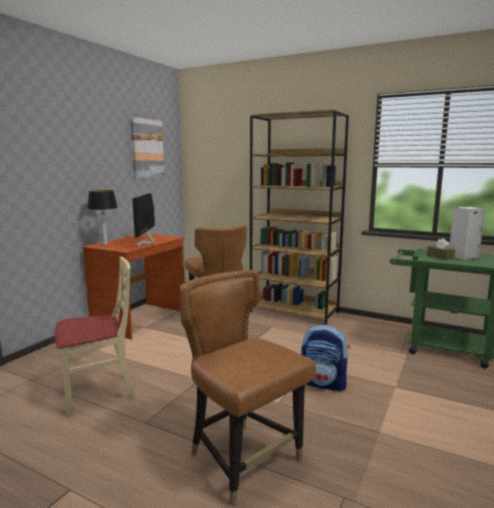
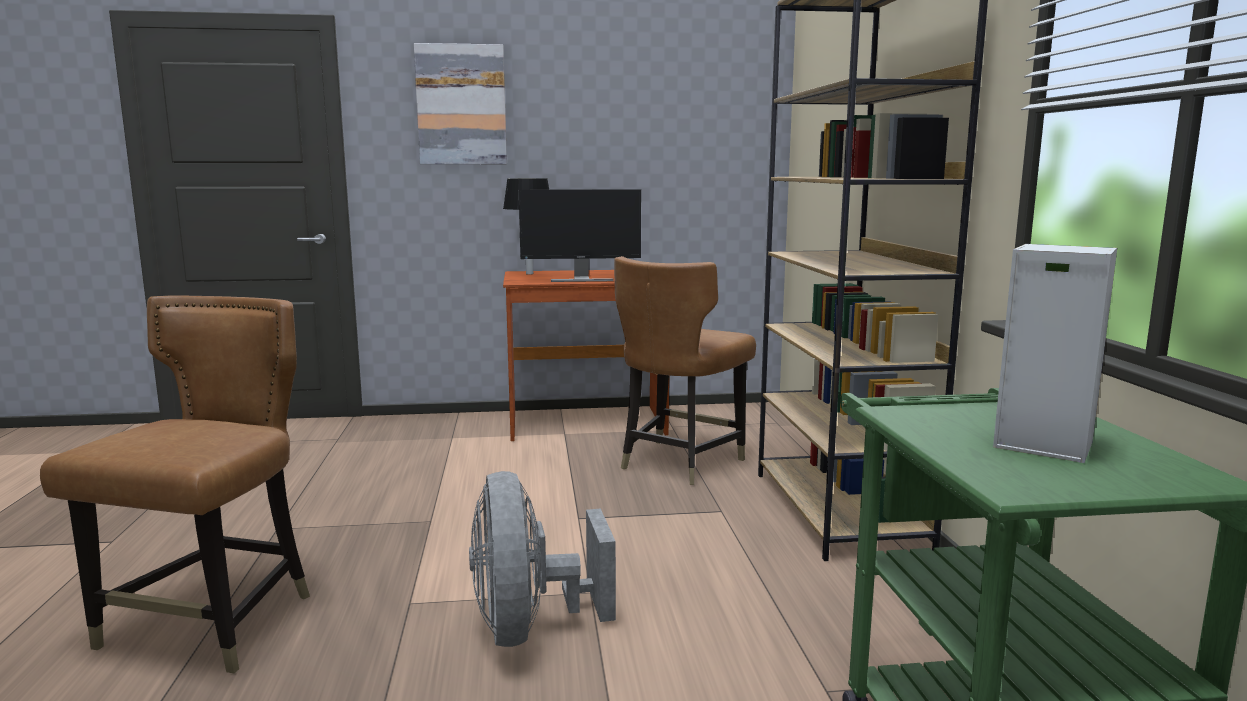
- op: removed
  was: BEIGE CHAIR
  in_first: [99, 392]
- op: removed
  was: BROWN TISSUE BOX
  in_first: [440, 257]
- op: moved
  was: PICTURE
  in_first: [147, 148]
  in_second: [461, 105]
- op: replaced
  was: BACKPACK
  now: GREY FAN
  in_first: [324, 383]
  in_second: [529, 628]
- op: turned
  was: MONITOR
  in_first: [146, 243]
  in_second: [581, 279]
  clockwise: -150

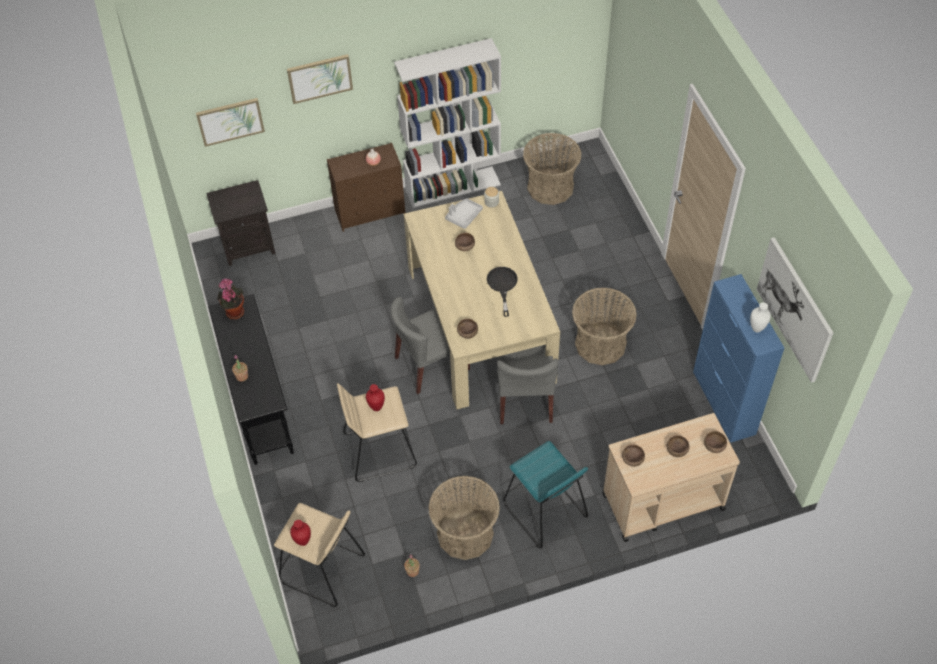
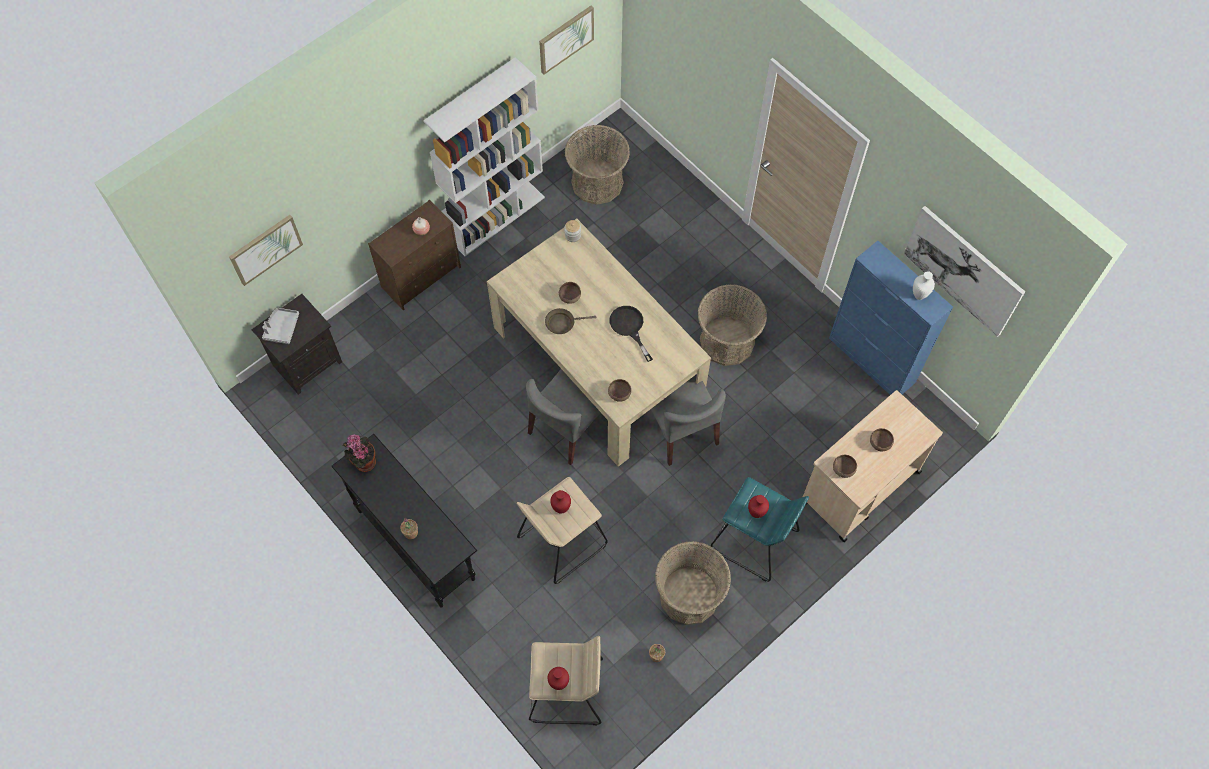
- op: removed
  was: BROWN BOWL
  in_first: [714, 446]
- op: added
  now: BROWN FRYING PAN
  in_second: [562, 323]
- op: added
  now: RED VASE
  in_second: [756, 512]
- op: moved
  was: PICTURE
  in_first: [320, 78]
  in_second: [566, 39]
- op: moved
  was: GREY TRAY
  in_first: [463, 216]
  in_second: [281, 328]

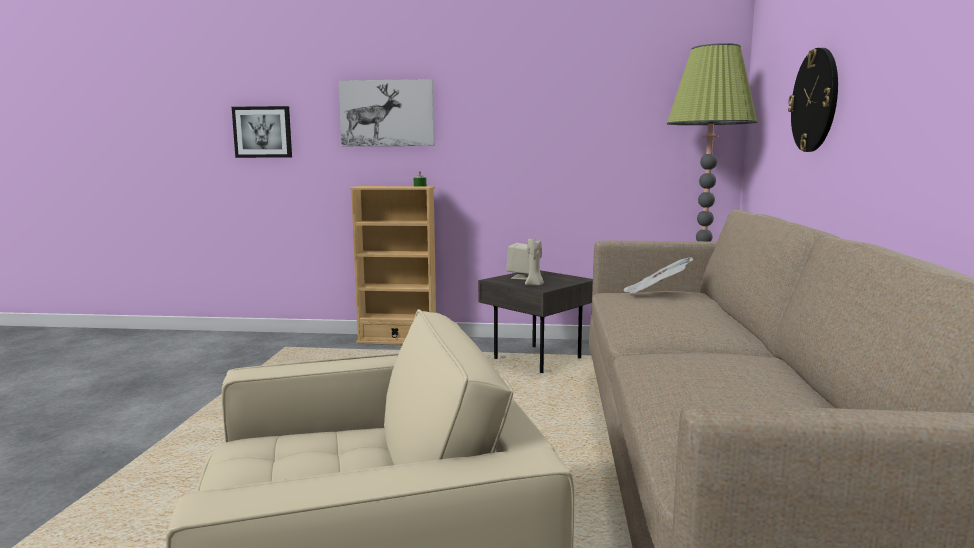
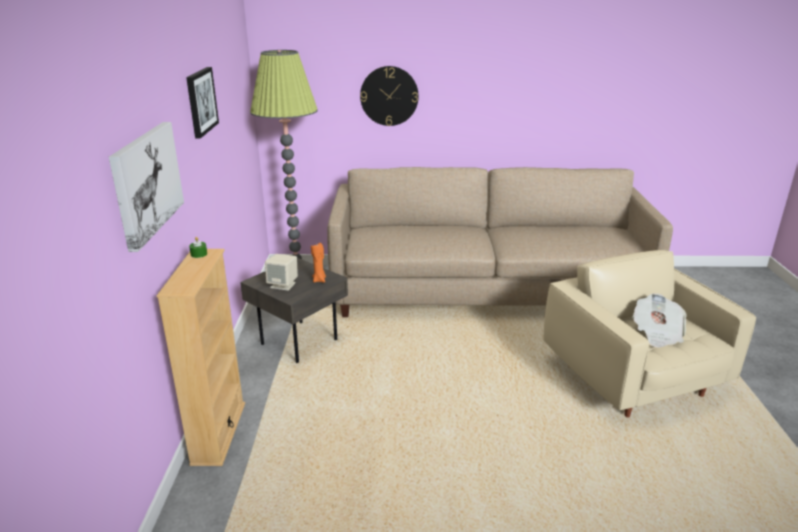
- op: moved
  was: PICTURE
  in_first: [263, 132]
  in_second: [201, 101]
- op: moved
  was: NEWSPAPER
  in_first: [655, 293]
  in_second: [657, 333]
- op: recoloured
  was: BEIGE CANDLE
  now: ORANGE CANDLE
  in_first: [534, 285]
  in_second: [319, 280]

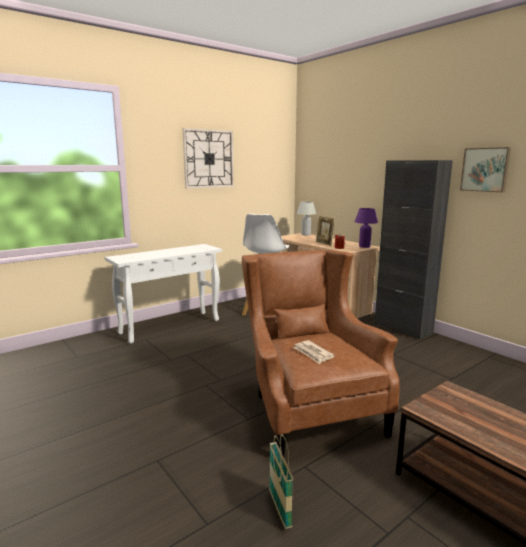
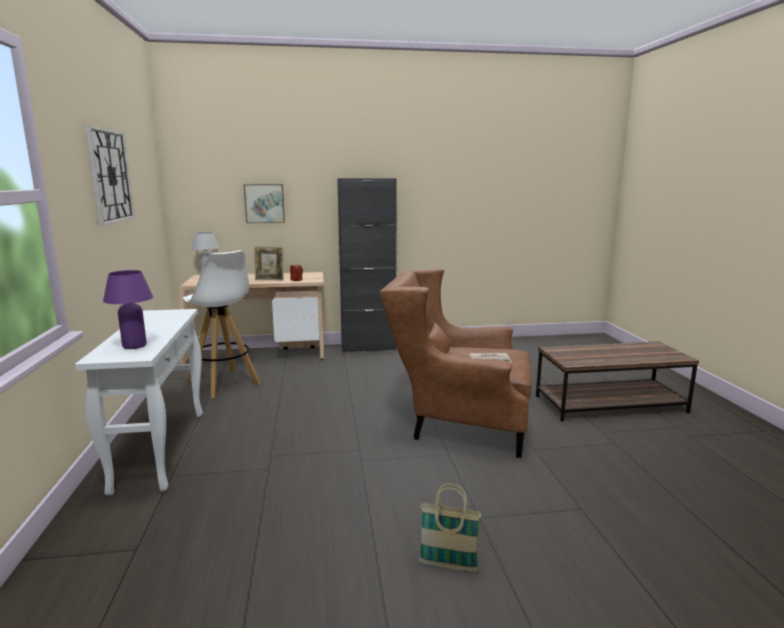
- op: moved
  was: BASKET
  in_first: [280, 509]
  in_second: [448, 565]
- op: moved
  was: PURPLE TABLE LAMP
  in_first: [364, 246]
  in_second: [134, 346]
- op: moved
  was: PICTURE
  in_first: [485, 169]
  in_second: [264, 203]

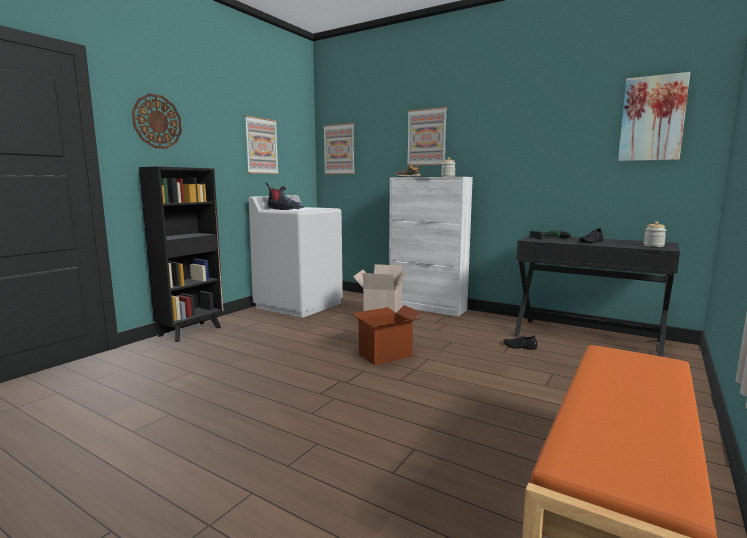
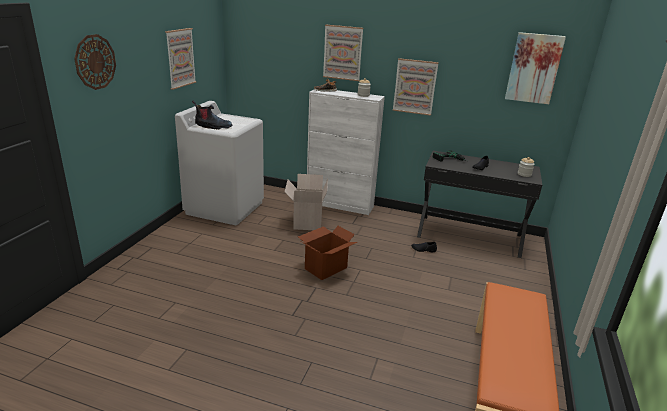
- op: removed
  was: BLACK BOOKCASE
  in_first: [191, 331]
- op: moved
  was: PICTURE
  in_first: [339, 149]
  in_second: [415, 86]

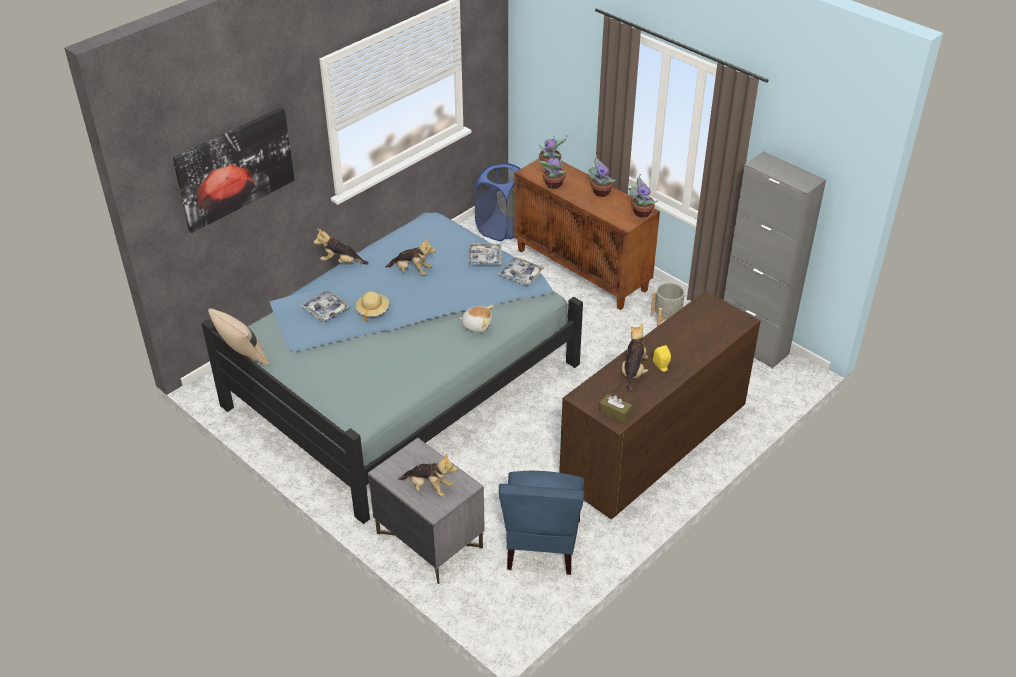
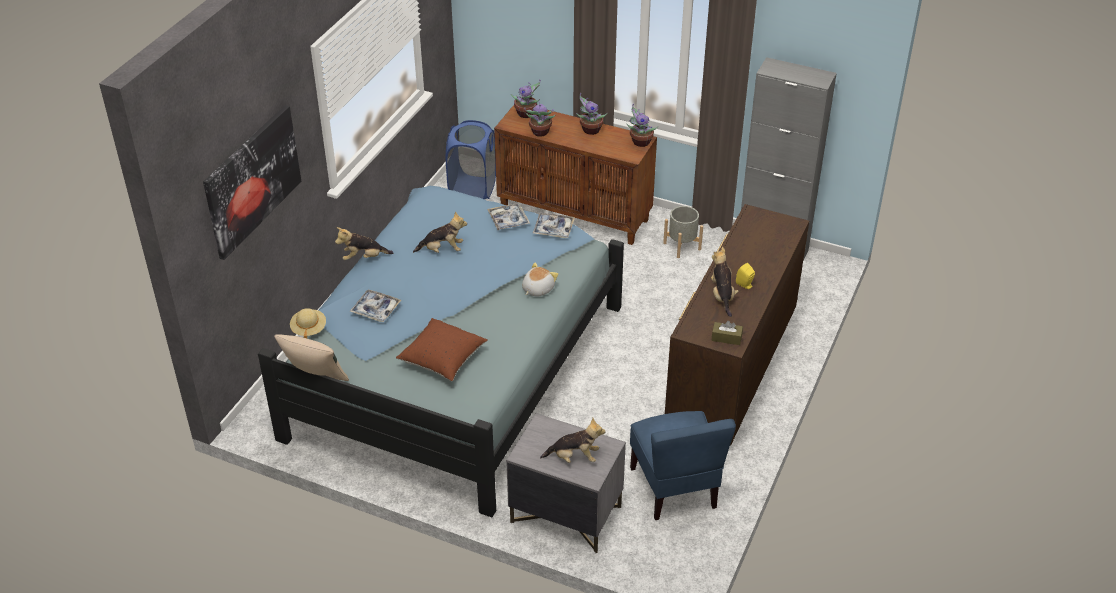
- op: added
  now: BROWN PILLOW
  in_second: [442, 359]
- op: moved
  was: BEIGE HAT
  in_first: [373, 311]
  in_second: [308, 329]
- op: turned
  was: PLUSH TOY
  in_first: [477, 325]
  in_second: [537, 289]
  clockwise: -45

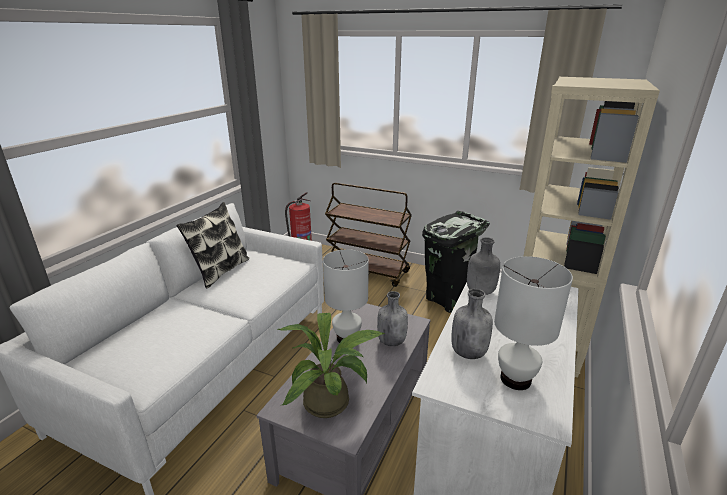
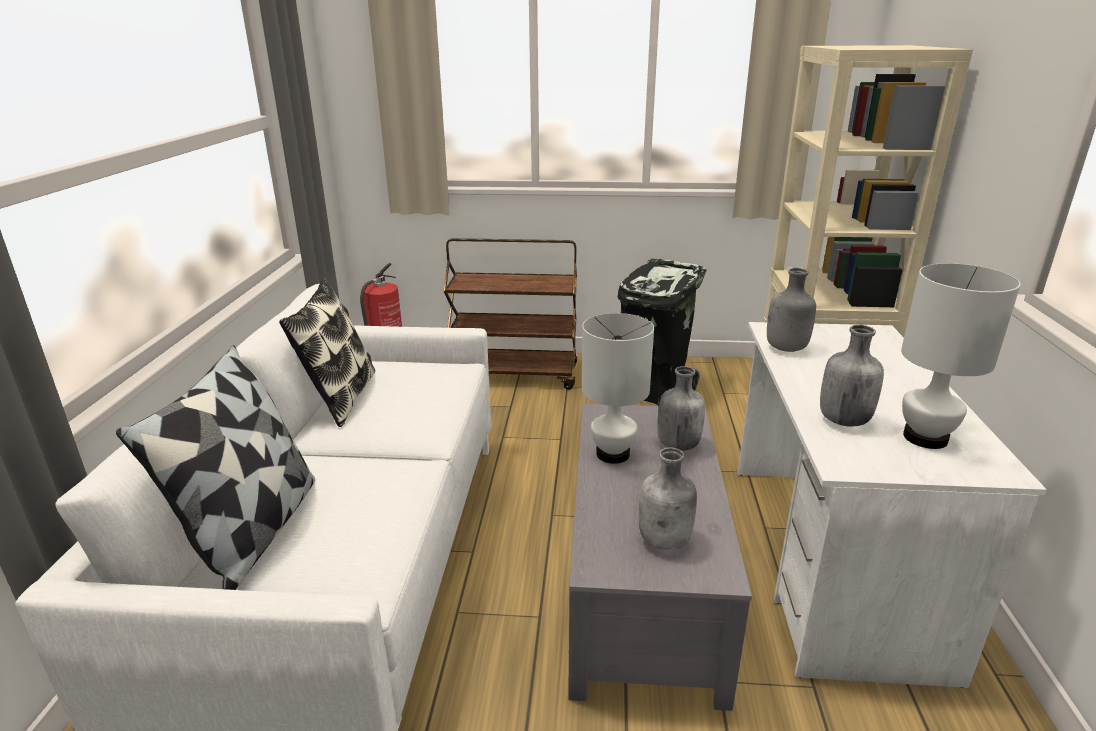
- op: added
  now: PILLOW
  in_second: [254, 531]
- op: replaced
  was: POTTED PLANT
  now: GREY BOTTLE
  in_first: [332, 402]
  in_second: [665, 540]

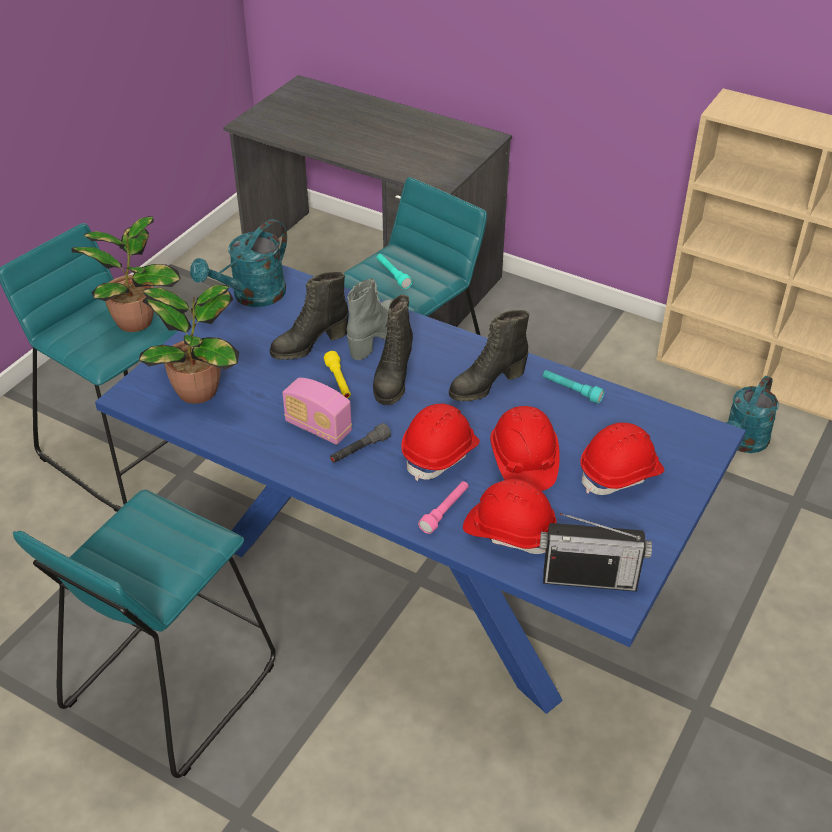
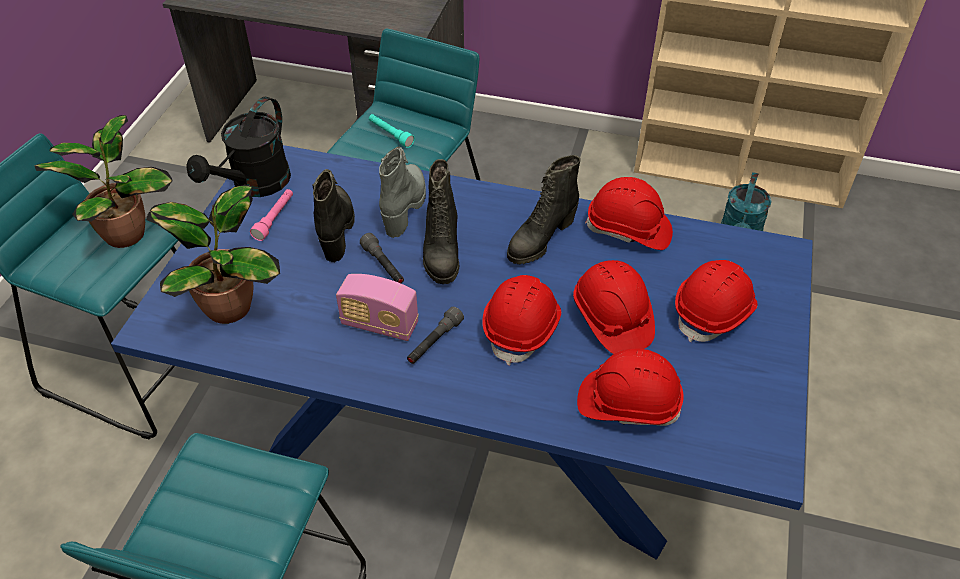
- op: removed
  was: RADIO
  in_first: [589, 578]
- op: moved
  was: PINK FLASHLIGHT
  in_first: [445, 511]
  in_second: [275, 219]
- op: replaced
  was: TURQUOISE FLASHLIGHT
  now: RED HARD HAT
  in_first: [571, 391]
  in_second: [628, 230]
- op: recoloured
  was: TURQUOISE WATERING CAN
  now: BLACK WATERING CAN
  in_first: [251, 297]
  in_second: [255, 185]
- op: recoloured
  was: YELLOW FLASHLIGHT
  now: GREY FLASHLIGHT
  in_first: [339, 381]
  in_second: [383, 265]
- op: turned
  was: BLACK BOOT
  in_first: [309, 344]
  in_second: [336, 229]
  clockwise: 135

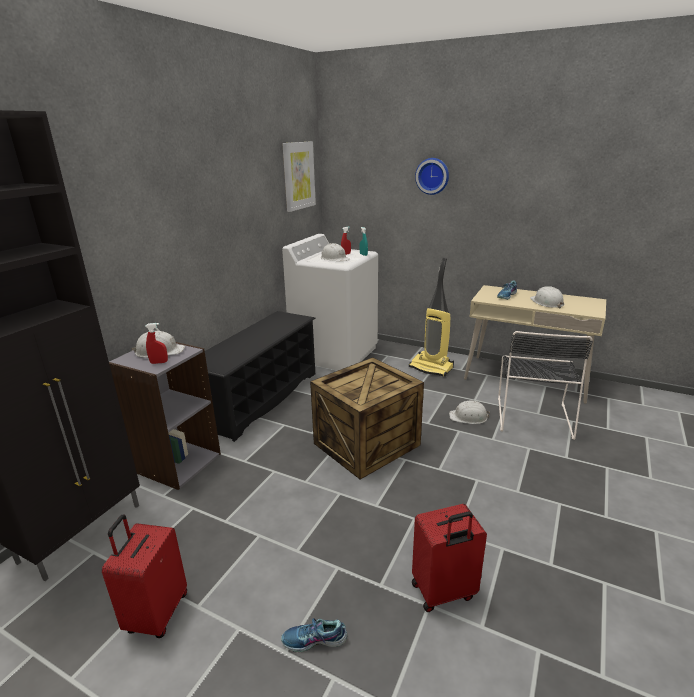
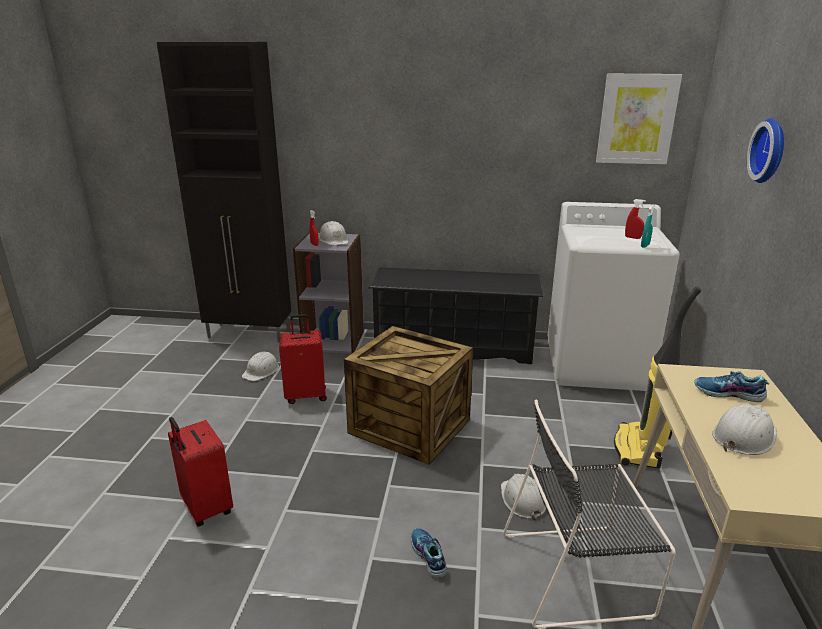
- op: moved
  was: RED SUITCASE
  in_first: [156, 613]
  in_second: [306, 395]
- op: moved
  was: SHOE
  in_first: [314, 640]
  in_second: [428, 556]
- op: moved
  was: WHITE HARD HAT
  in_first: [334, 258]
  in_second: [261, 371]

